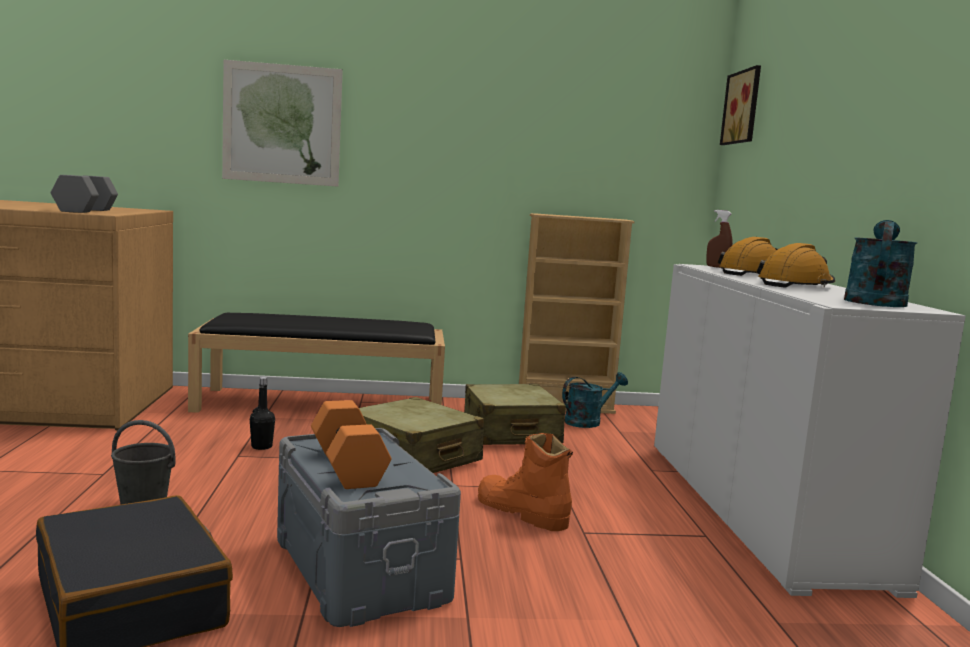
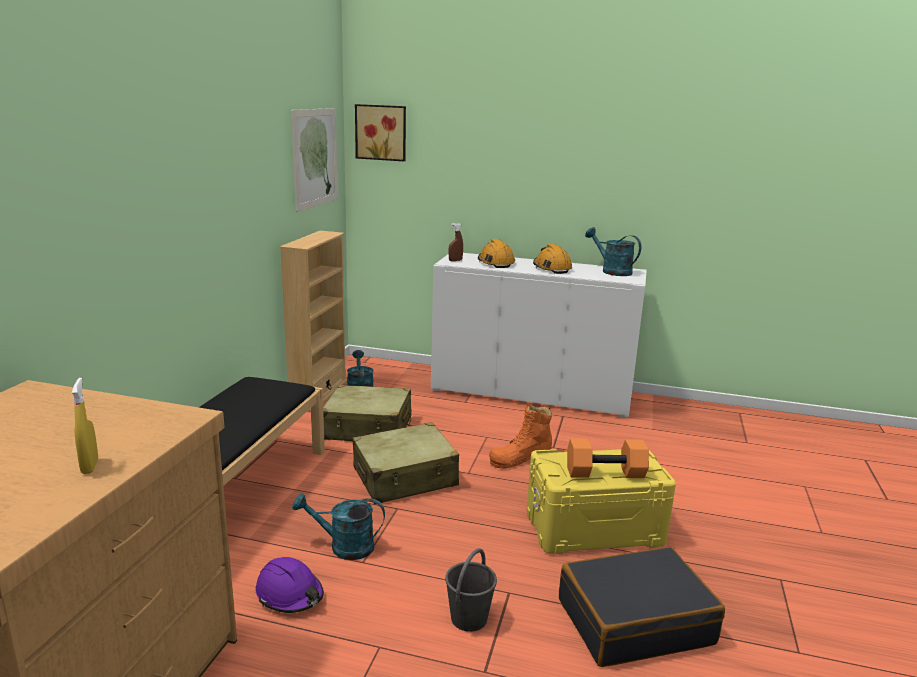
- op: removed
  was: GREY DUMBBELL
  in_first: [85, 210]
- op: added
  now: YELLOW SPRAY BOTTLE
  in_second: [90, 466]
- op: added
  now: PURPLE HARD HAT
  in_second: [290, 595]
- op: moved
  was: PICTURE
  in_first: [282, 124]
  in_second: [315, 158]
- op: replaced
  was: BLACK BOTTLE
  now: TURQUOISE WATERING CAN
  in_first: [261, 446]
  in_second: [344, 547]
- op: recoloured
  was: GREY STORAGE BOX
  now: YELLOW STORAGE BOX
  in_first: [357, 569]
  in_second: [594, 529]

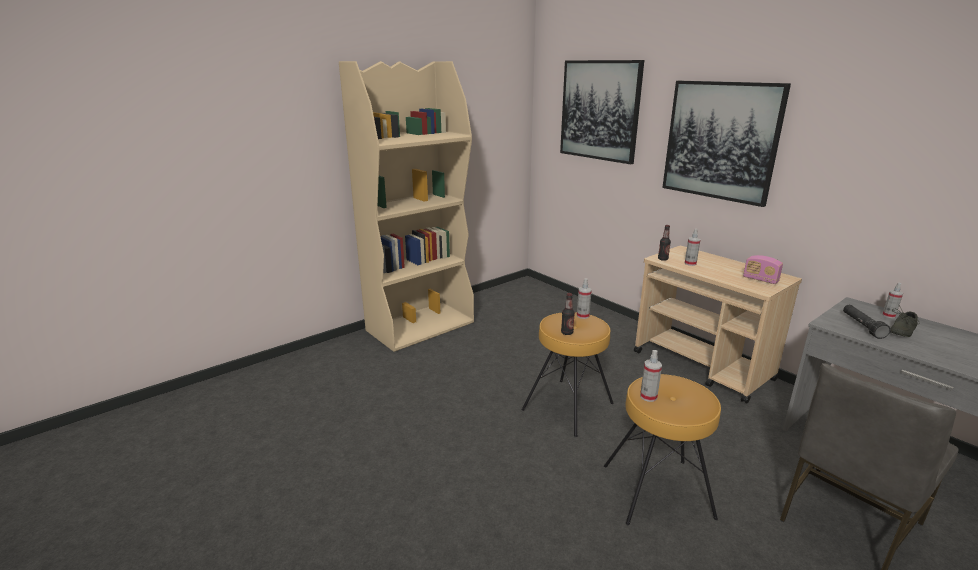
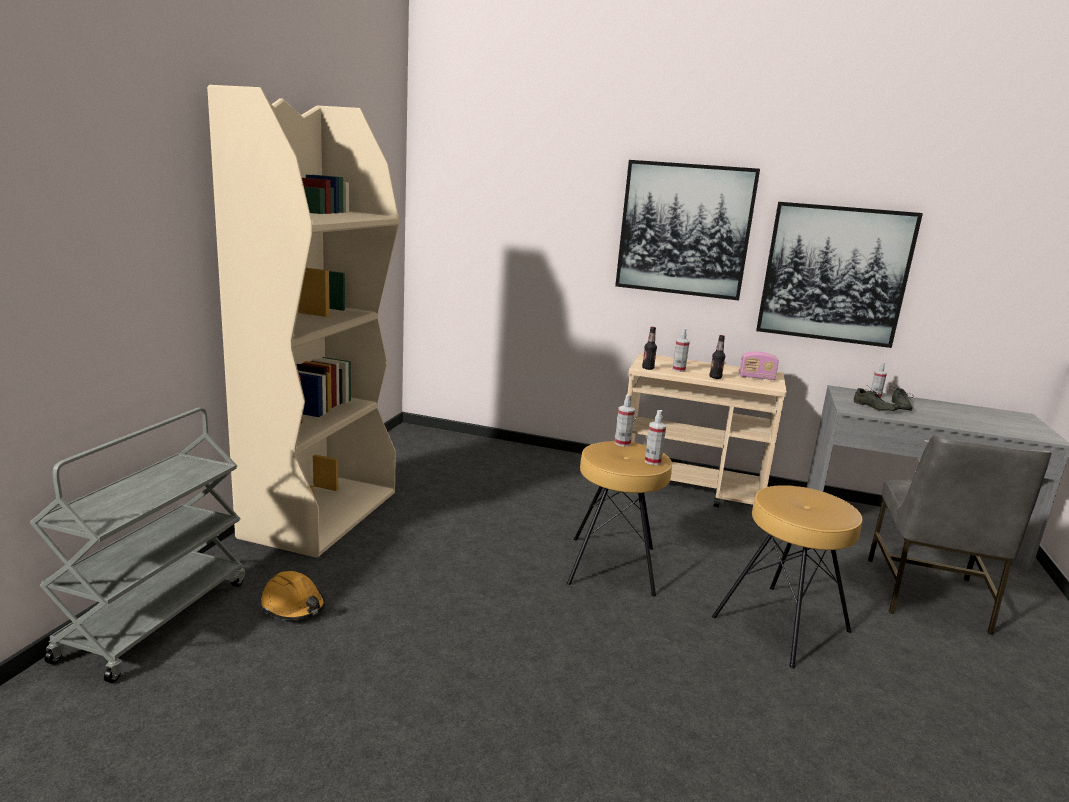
- op: added
  now: GREY CART
  in_second: [156, 618]
- op: added
  now: ORANGE HARD HAT
  in_second: [293, 606]
- op: moved
  was: PICTURE
  in_first: [599, 110]
  in_second: [834, 274]
- op: moved
  was: BOTTLE
  in_first: [567, 333]
  in_second: [715, 377]
- op: moved
  was: SPRAY BOTTLE
  in_first: [648, 397]
  in_second: [652, 461]
- op: replaced
  was: BLACK FLASHLIGHT
  now: GREY SHOE
  in_first: [862, 326]
  in_second: [873, 407]

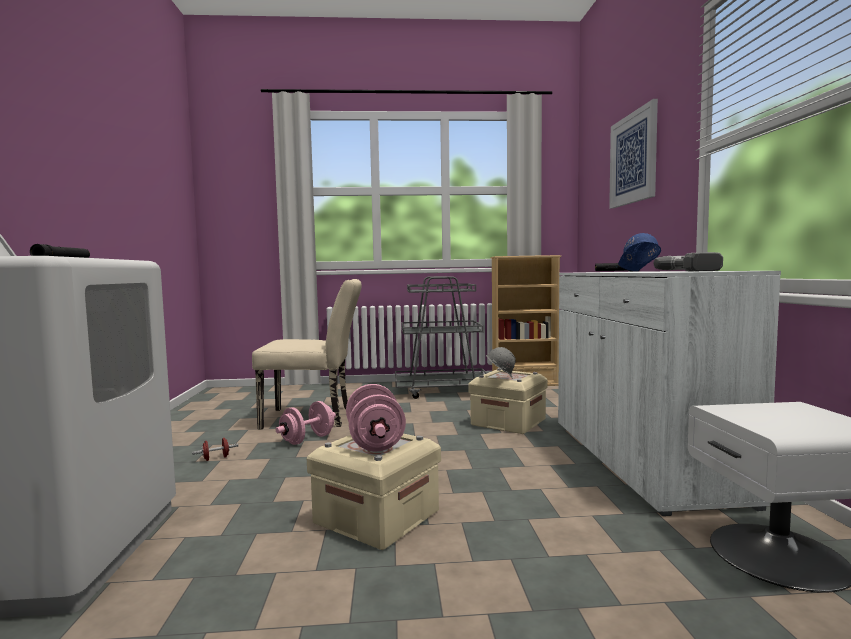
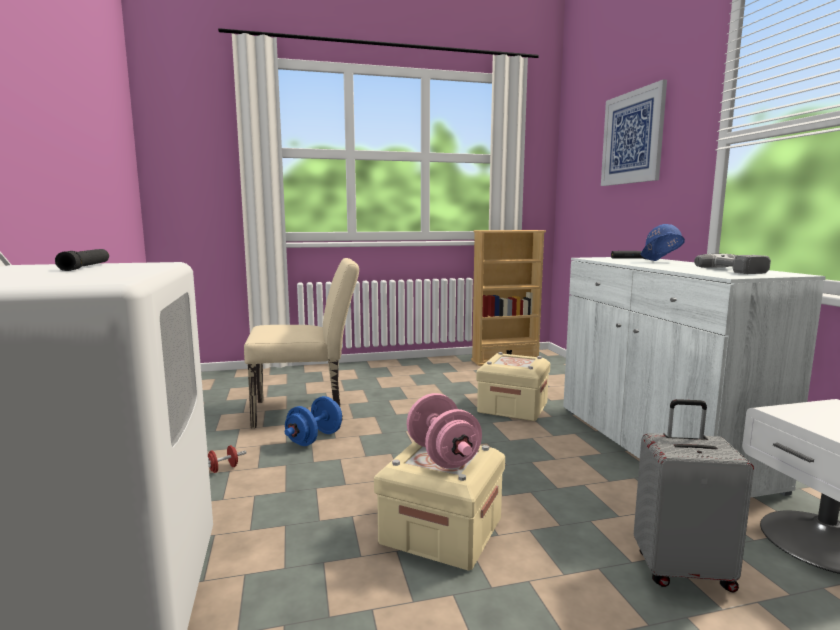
- op: removed
  was: GREY CART
  in_first: [442, 391]
- op: removed
  was: GREY HARD HAT
  in_first: [500, 378]
- op: added
  now: GREY SUITCASE
  in_second: [682, 570]
- op: recoloured
  was: PINK DUMBBELL
  now: BLUE DUMBBELL
  in_first: [307, 439]
  in_second: [314, 438]

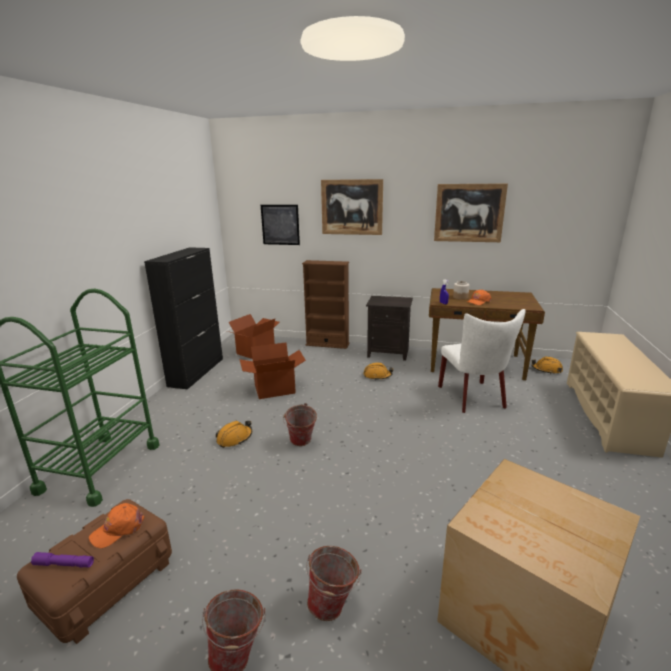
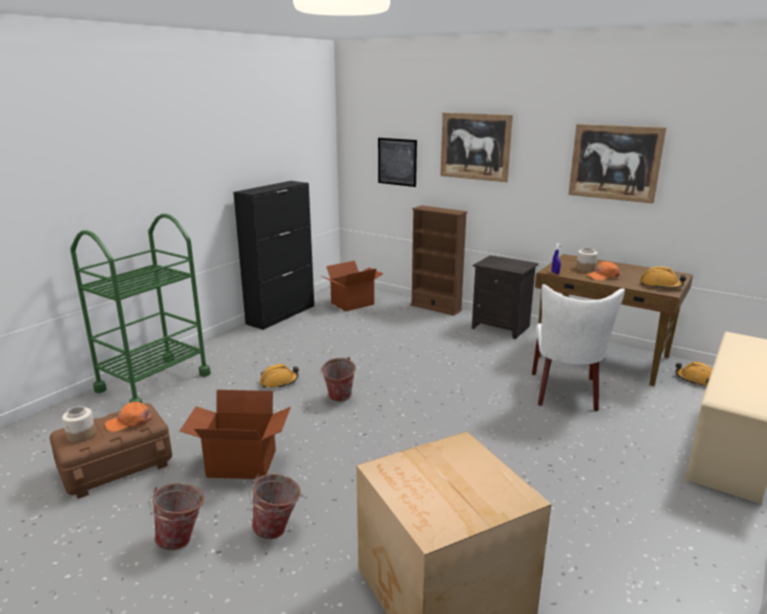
- op: moved
  was: CARDBOARD BOX
  in_first: [274, 390]
  in_second: [241, 464]
- op: moved
  was: ORANGE HARD HAT
  in_first: [377, 376]
  in_second: [660, 285]
- op: replaced
  was: PURPLE FLASHLIGHT
  now: JAR
  in_first: [64, 564]
  in_second: [81, 435]

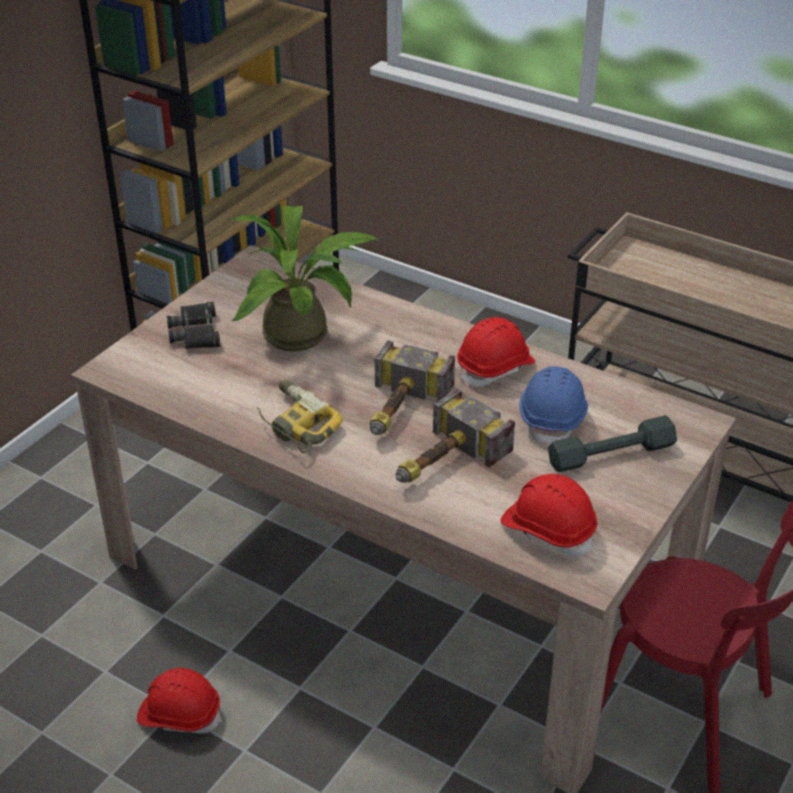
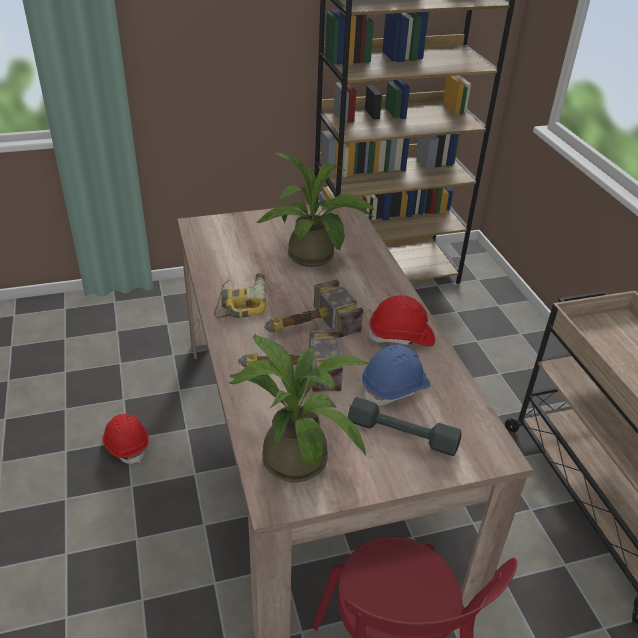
- op: removed
  was: BLACK BINOCULARS
  in_first: [196, 332]
- op: replaced
  was: RED HARD HAT
  now: POTTED PLANT
  in_first: [548, 530]
  in_second: [293, 453]

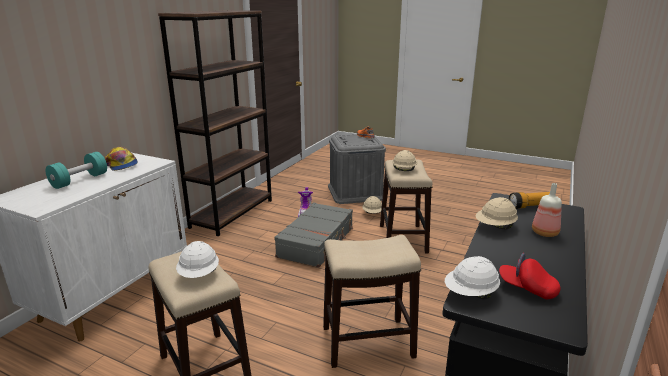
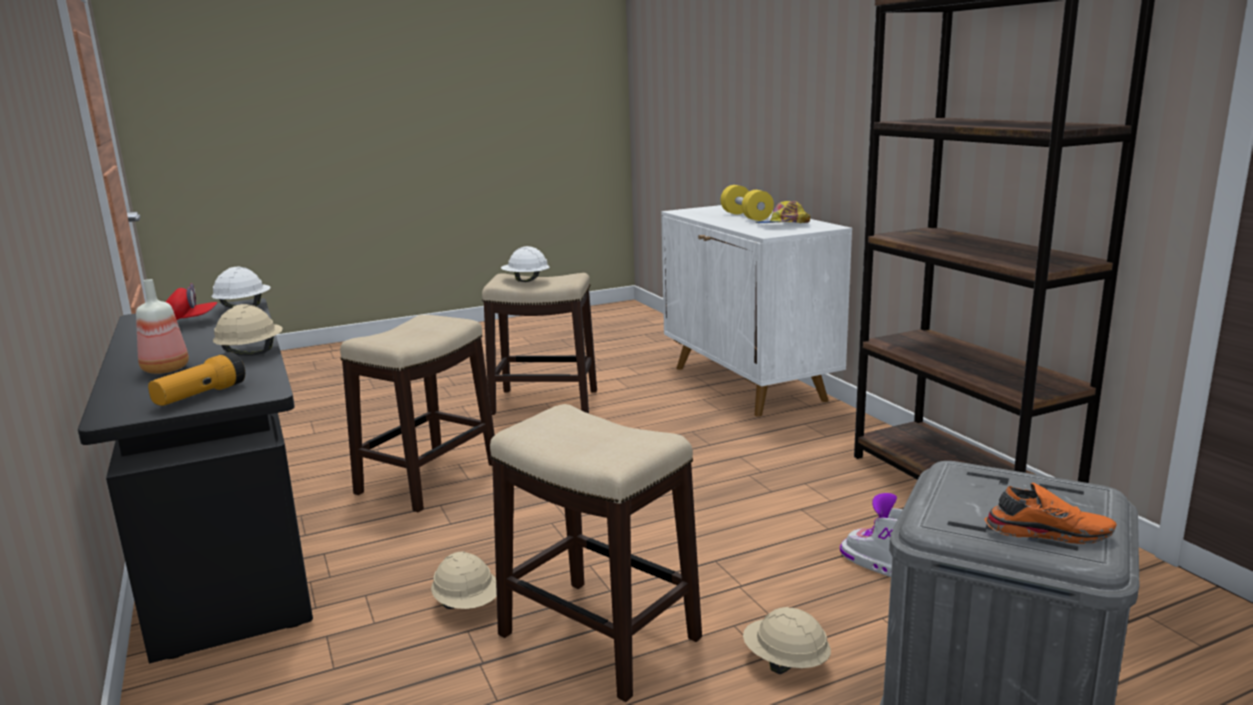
- op: removed
  was: GREY SUITCASE
  in_first: [317, 242]
- op: moved
  was: BEIGE HARD HAT
  in_first: [404, 170]
  in_second: [467, 605]
- op: recoloured
  was: TURQUOISE DUMBBELL
  now: YELLOW DUMBBELL
  in_first: [80, 180]
  in_second: [746, 216]

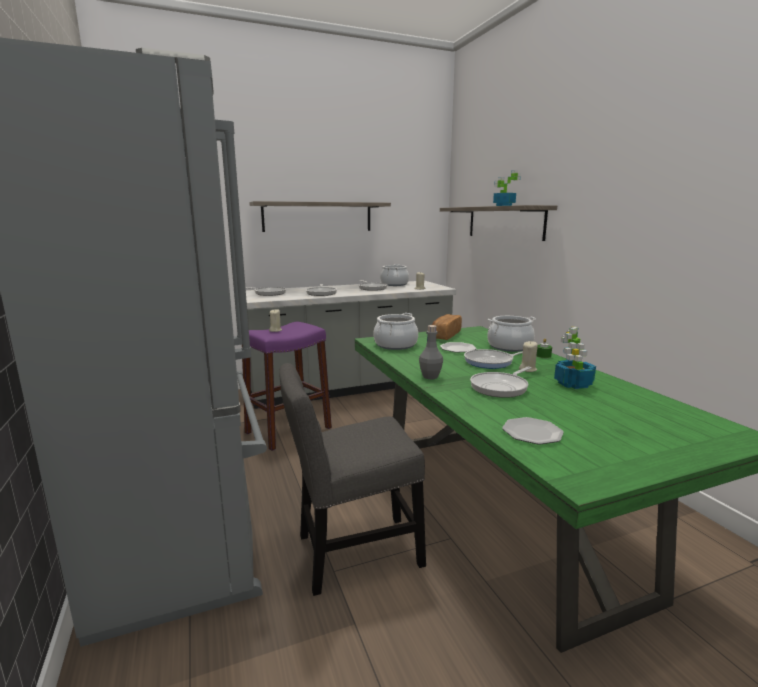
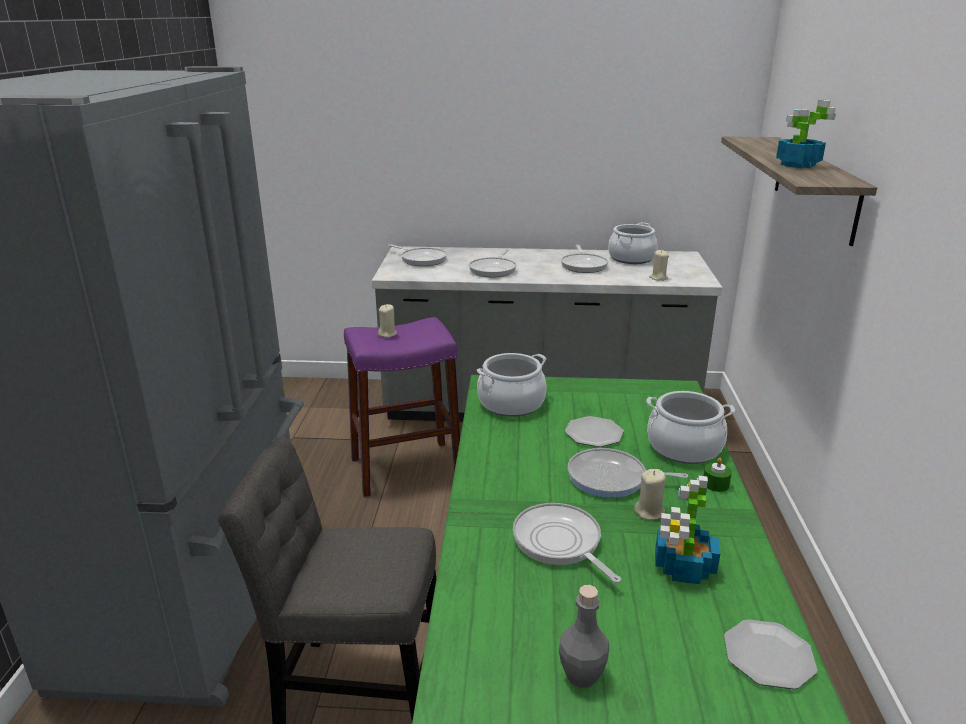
- op: removed
  was: SHELF
  in_first: [317, 217]
- op: removed
  was: BREAD
  in_first: [445, 335]
- op: moved
  was: GREY BOTTLE
  in_first: [430, 377]
  in_second: [581, 675]
- op: moved
  was: PLATE
  in_first: [532, 433]
  in_second: [769, 656]
- op: turned
  was: FRYING PAN
  in_first: [501, 387]
  in_second: [560, 543]
  clockwise: 75

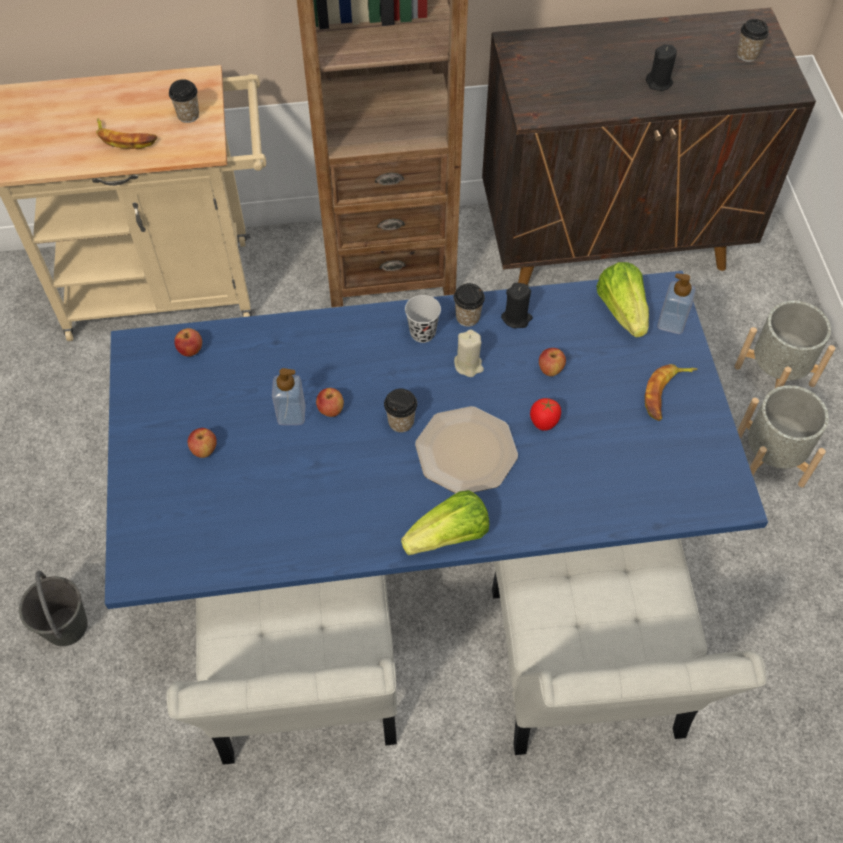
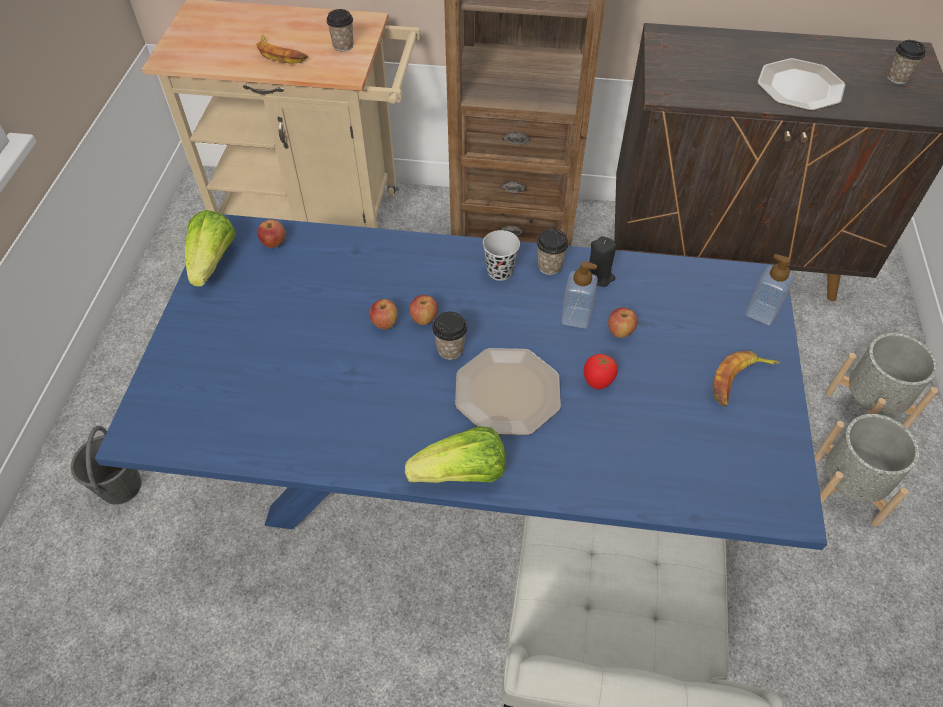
- op: removed
  was: WHITE CHAIR
  in_first: [304, 683]
- op: removed
  was: BEIGE CANDLE
  in_first: [468, 365]
- op: moved
  was: APPLE
  in_first: [204, 450]
  in_second: [424, 319]
- op: moved
  was: SOAP DISPENSER
  in_first: [291, 414]
  in_second: [576, 317]
- op: moved
  was: LETTUCE
  in_first: [622, 310]
  in_second: [213, 262]
- op: replaced
  was: BLACK CANDLE
  now: PLATE
  in_first: [659, 82]
  in_second: [799, 87]

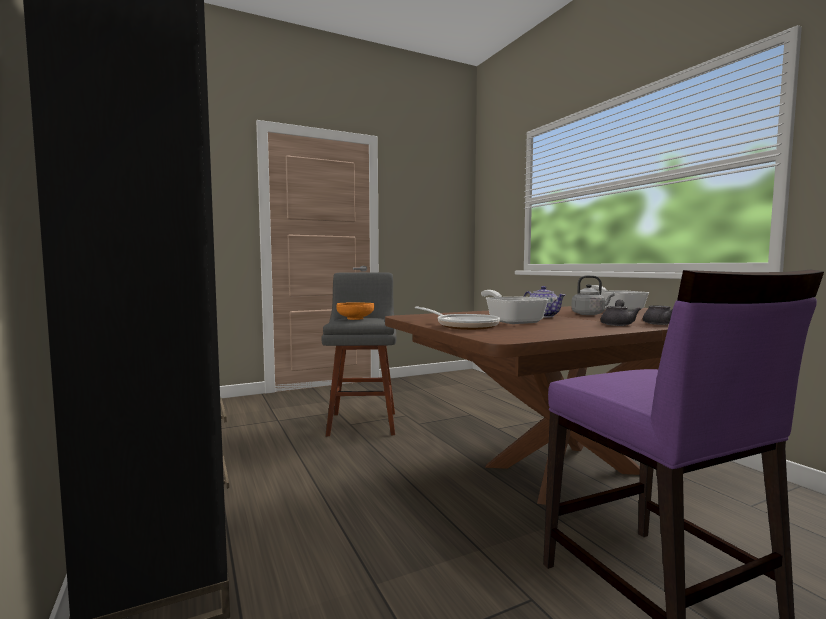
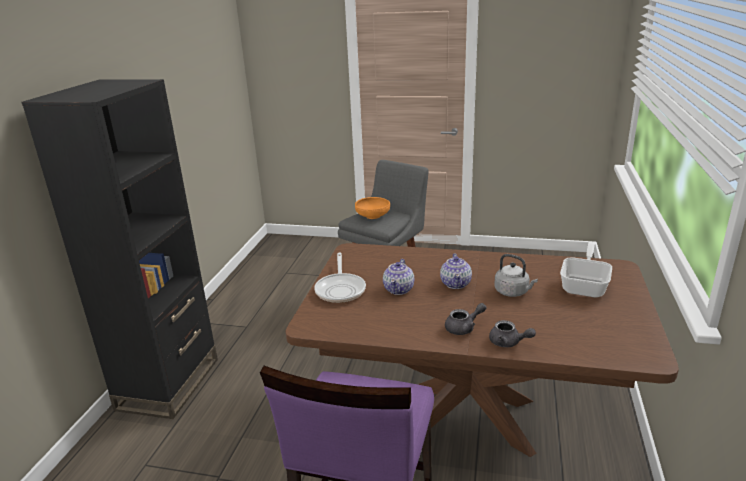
- op: replaced
  was: FRYING PAN
  now: TEAPOT
  in_first: [512, 321]
  in_second: [399, 289]

